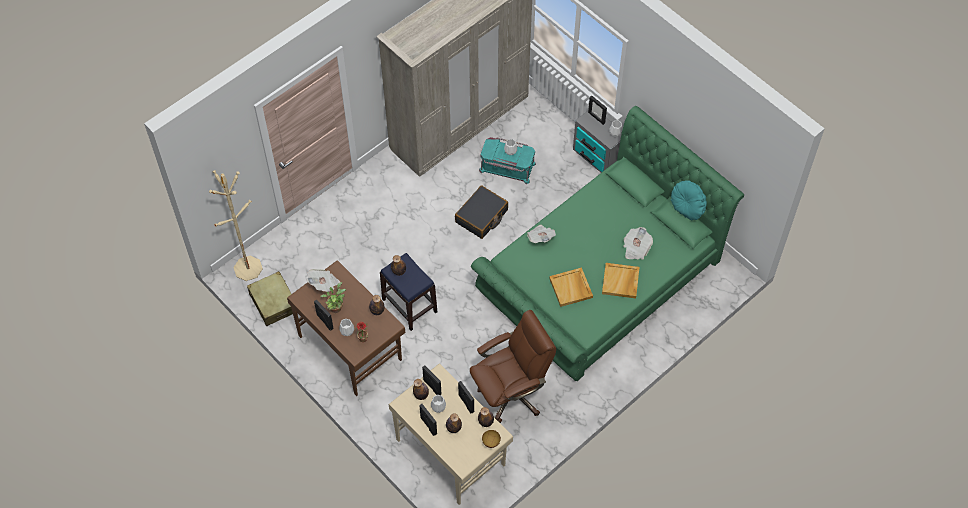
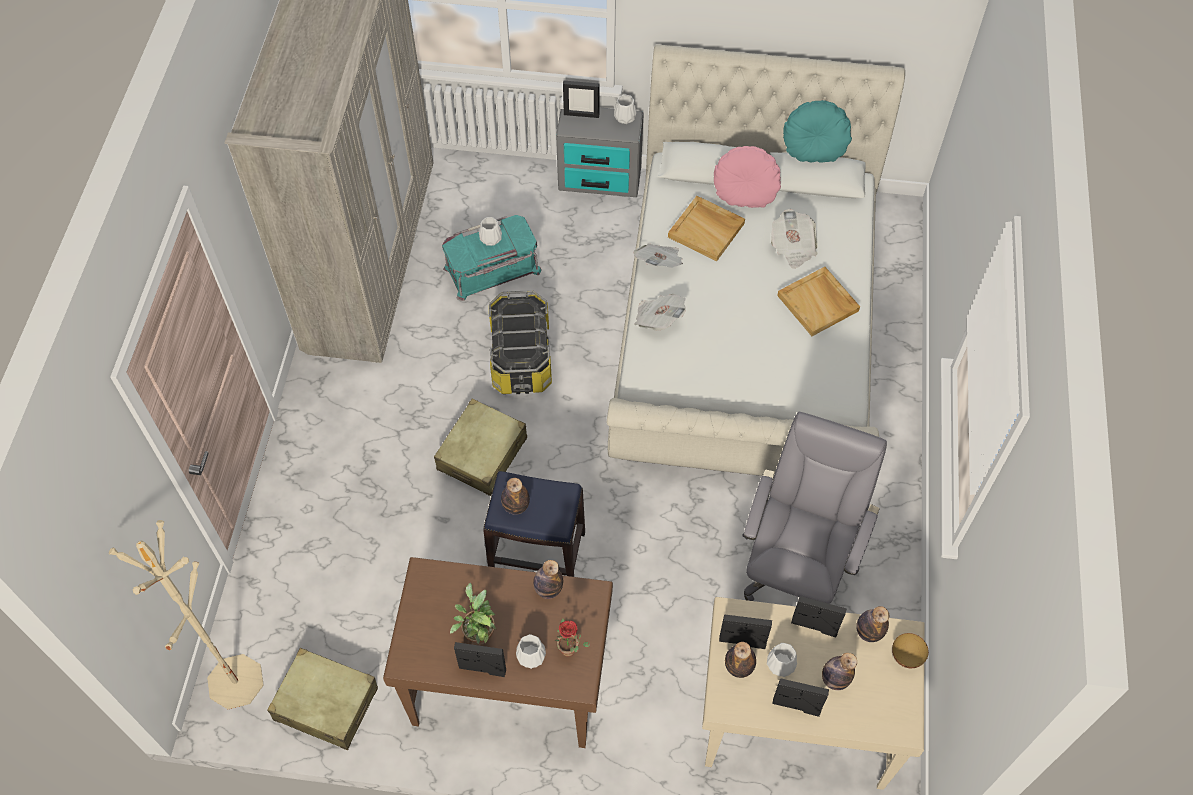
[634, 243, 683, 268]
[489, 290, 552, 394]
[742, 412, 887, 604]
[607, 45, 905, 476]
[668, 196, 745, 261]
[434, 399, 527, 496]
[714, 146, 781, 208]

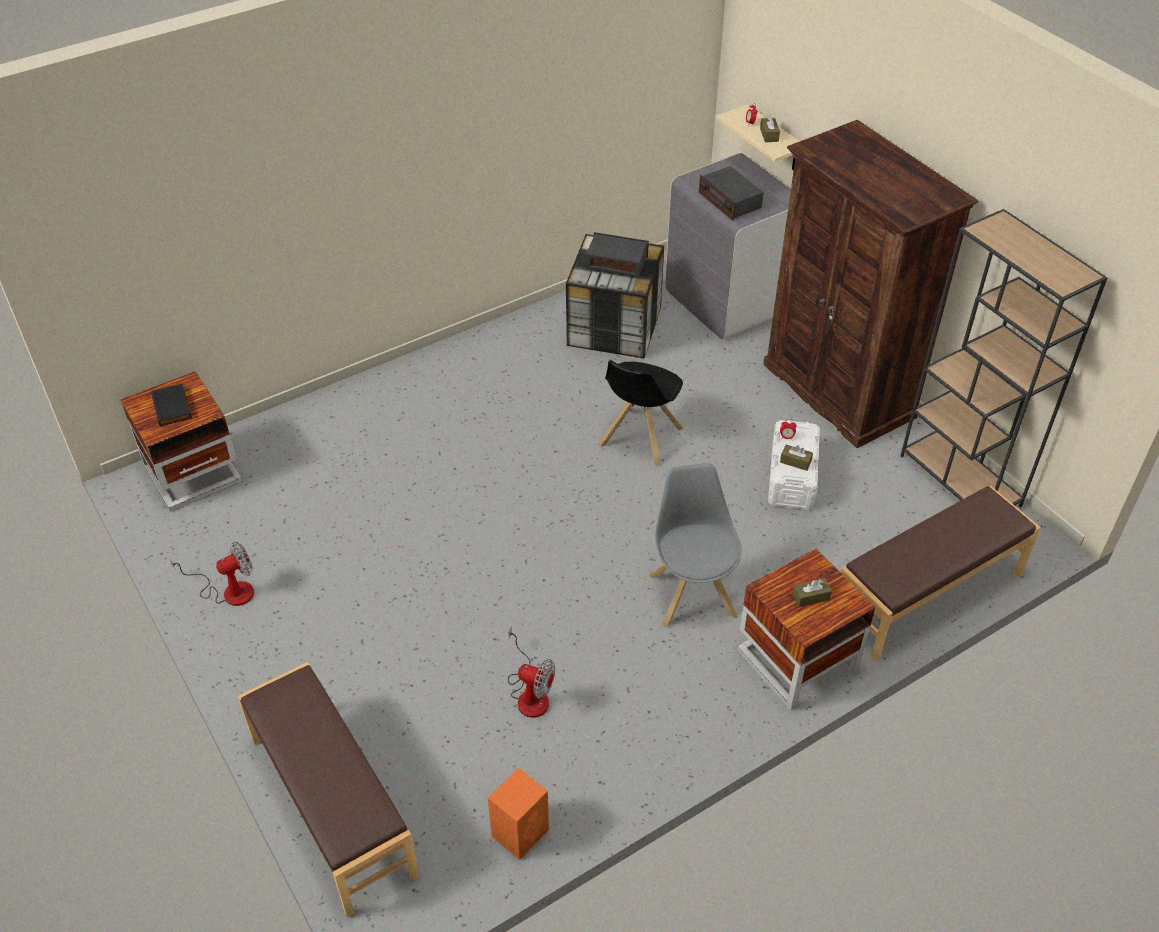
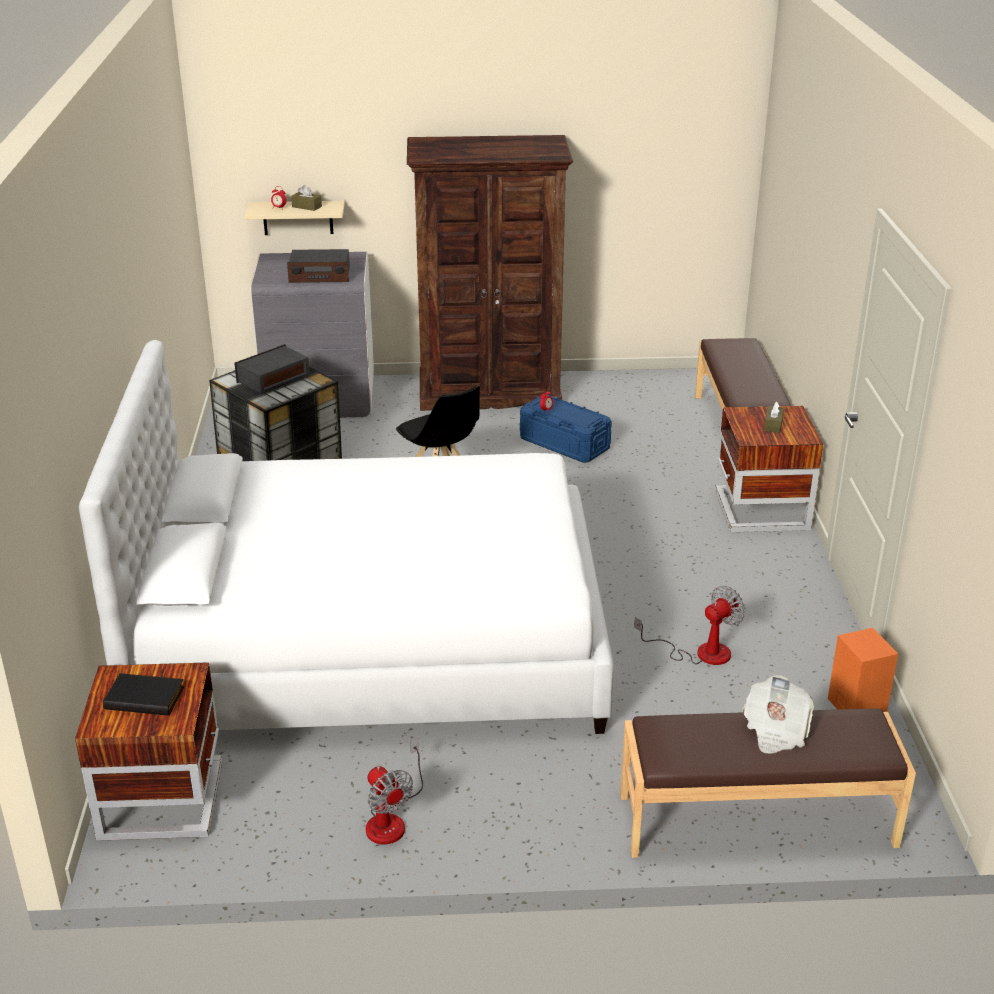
[366, 738, 423, 844]
[649, 463, 742, 628] (first image)
[520, 395, 612, 463]
[780, 444, 813, 471] (first image)
[900, 209, 1107, 507] (first image)
[79, 340, 614, 734]
[743, 675, 814, 754]

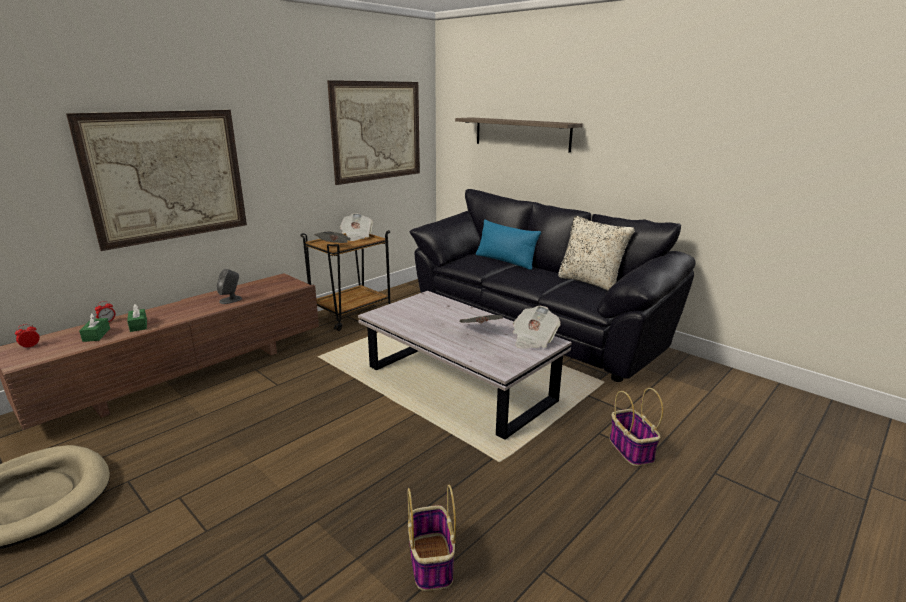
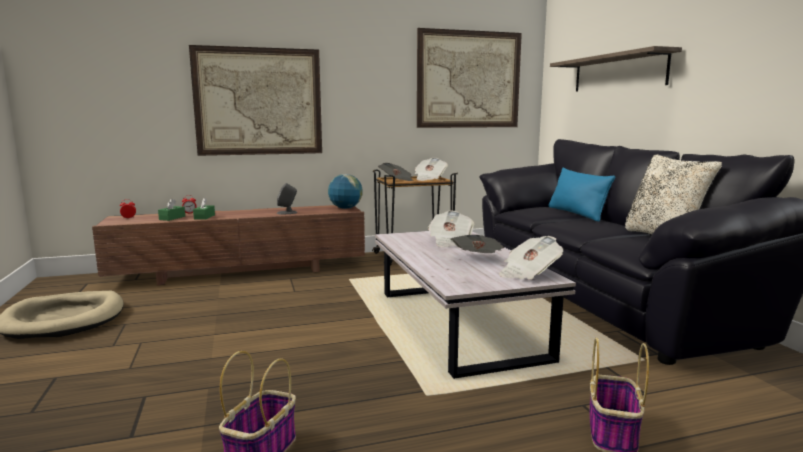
[328, 174, 363, 209]
[428, 211, 474, 247]

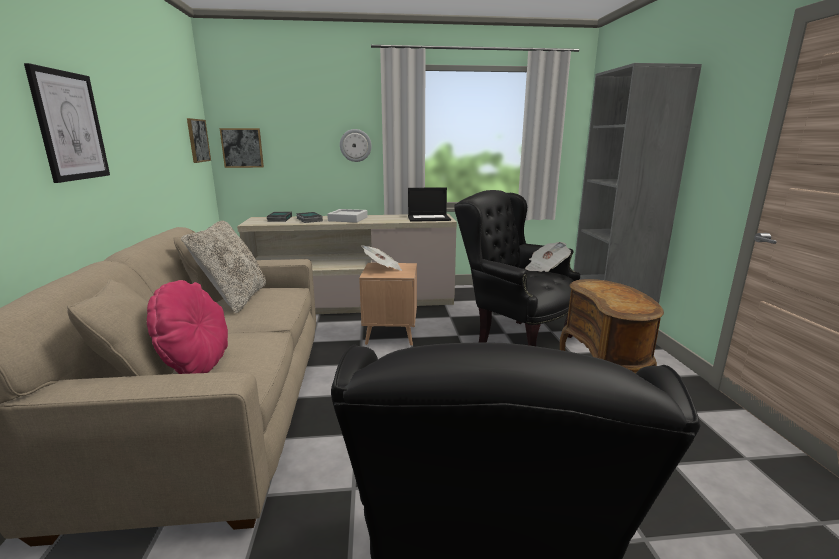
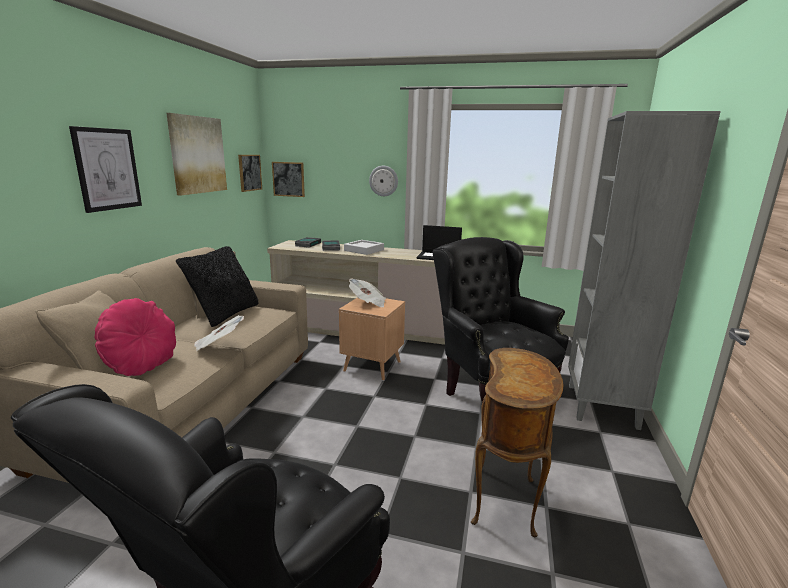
[176, 246, 258, 327]
[194, 315, 244, 351]
[166, 113, 227, 195]

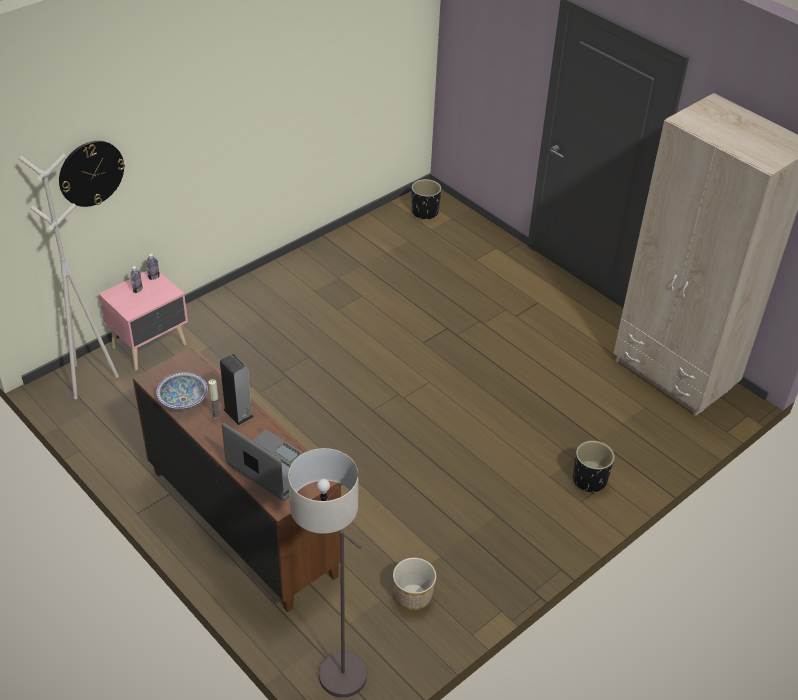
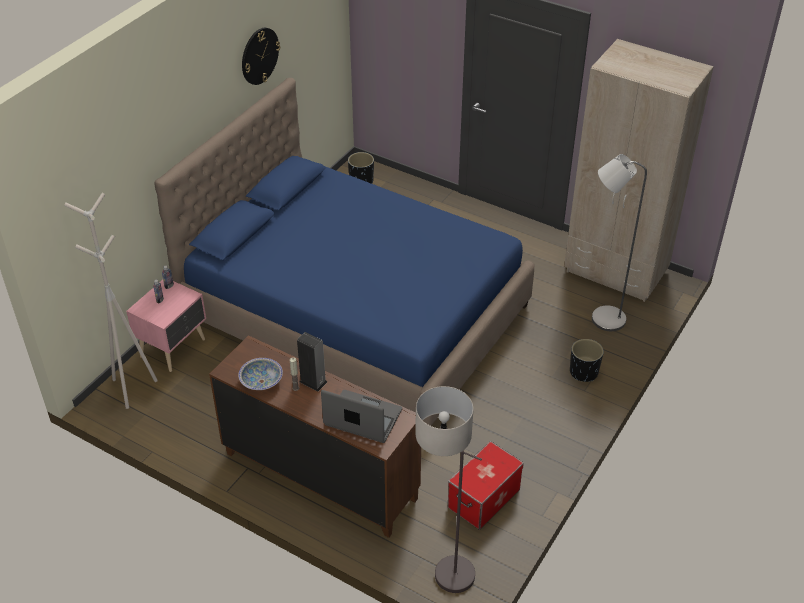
[242, 28, 280, 85]
[448, 441, 524, 530]
[155, 78, 534, 426]
[592, 154, 647, 331]

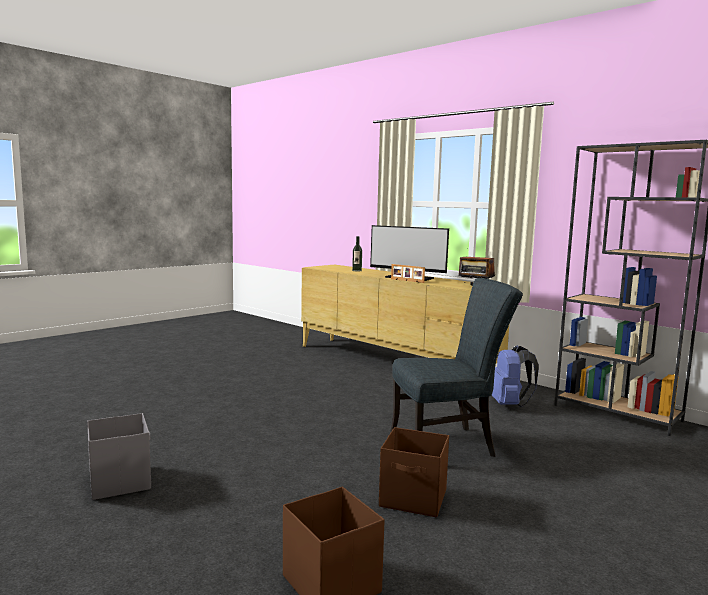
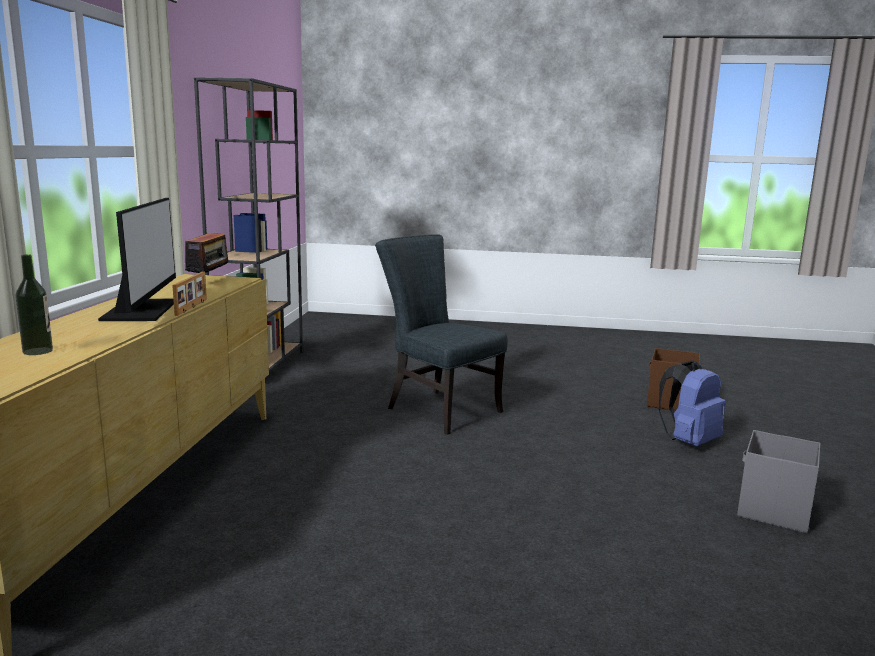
[379, 427, 449, 517] (first image)
[659, 360, 726, 447]

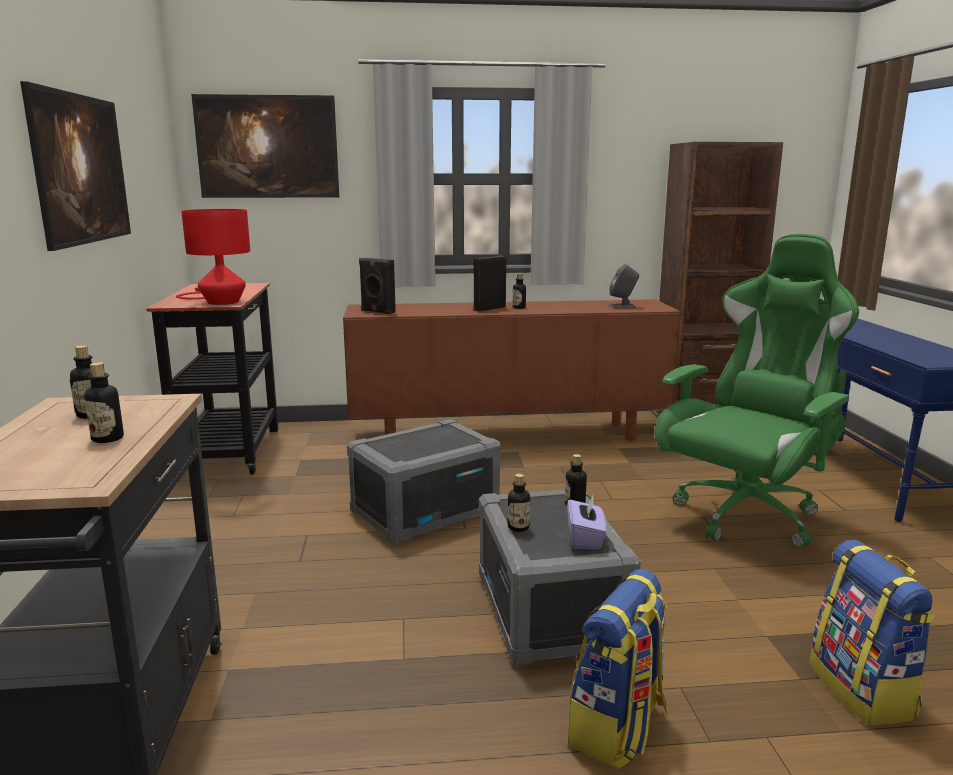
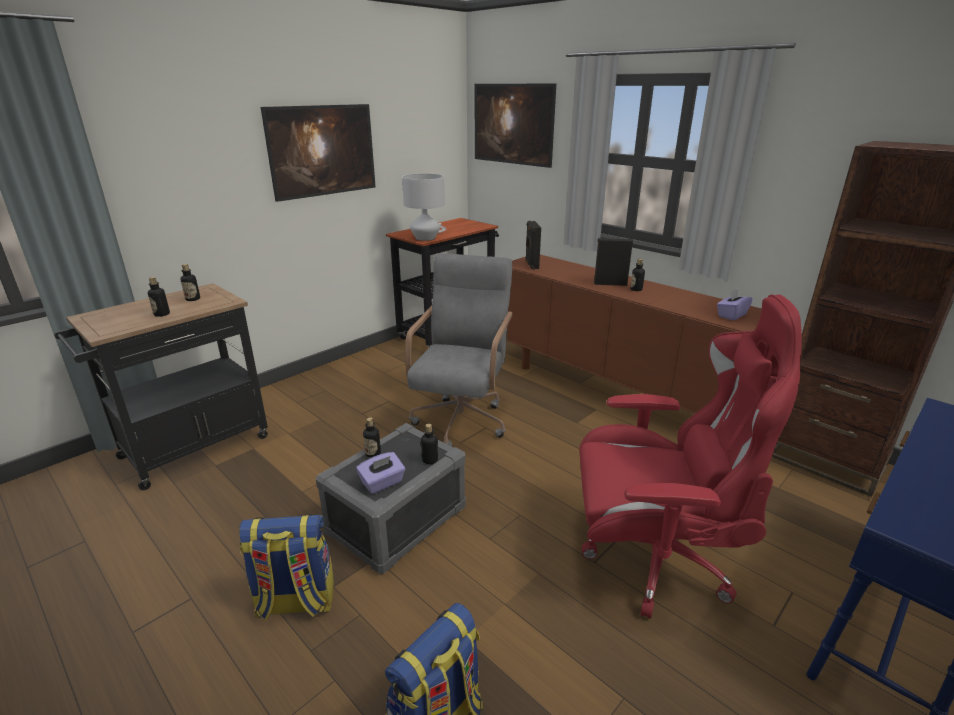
[402, 173, 446, 241]
[405, 253, 513, 447]
[717, 288, 753, 321]
[579, 295, 802, 618]

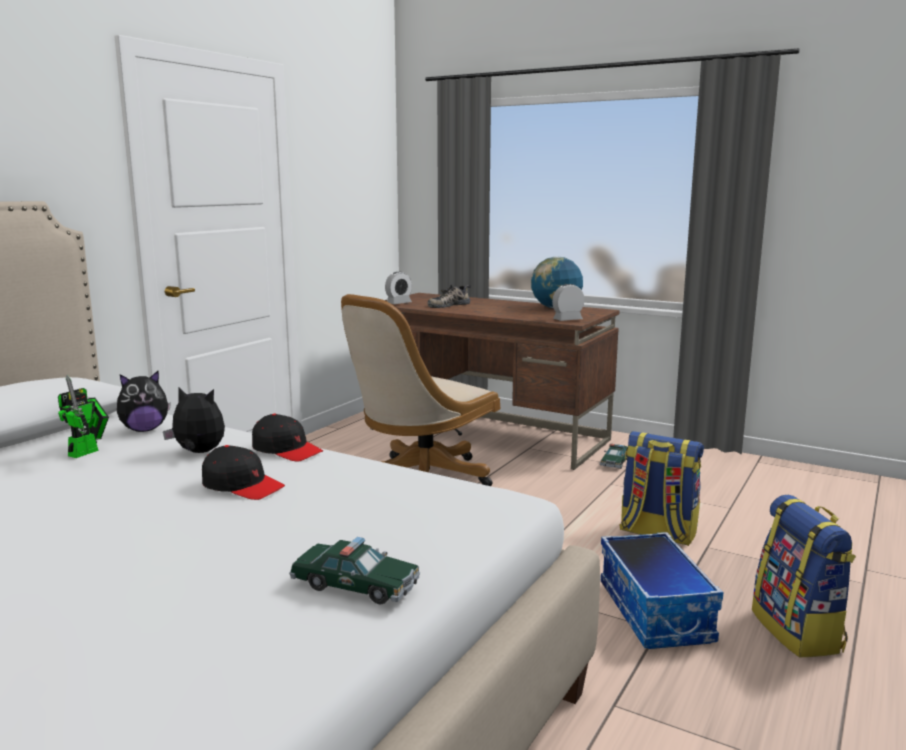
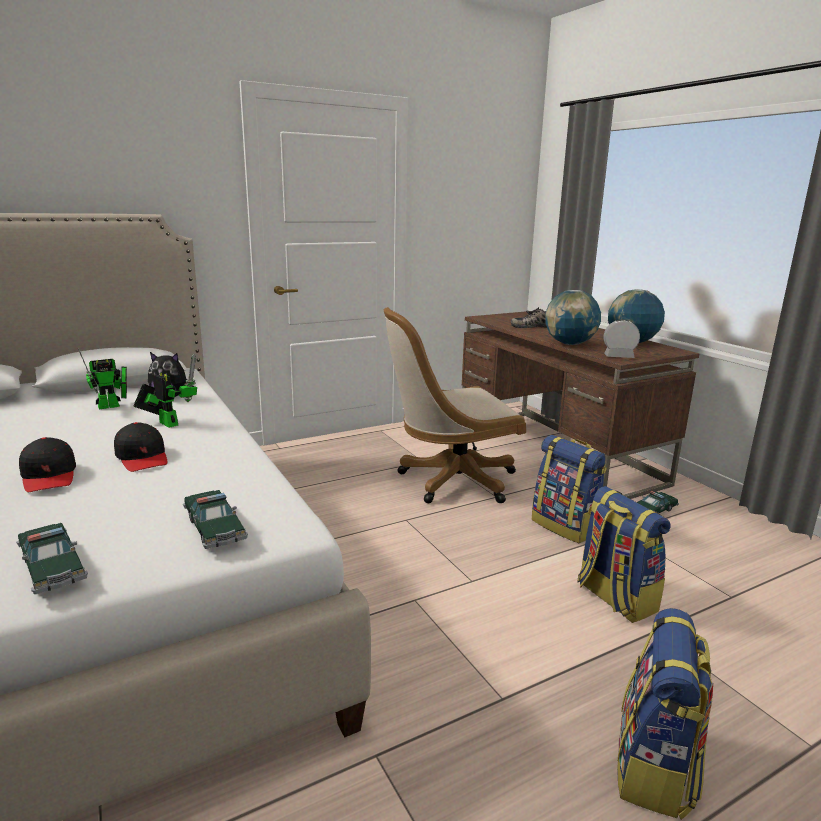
[133, 354, 197, 428]
[19, 437, 76, 492]
[385, 272, 412, 304] (first image)
[601, 532, 724, 649] (first image)
[183, 490, 248, 549]
[532, 435, 607, 543]
[545, 290, 601, 345]

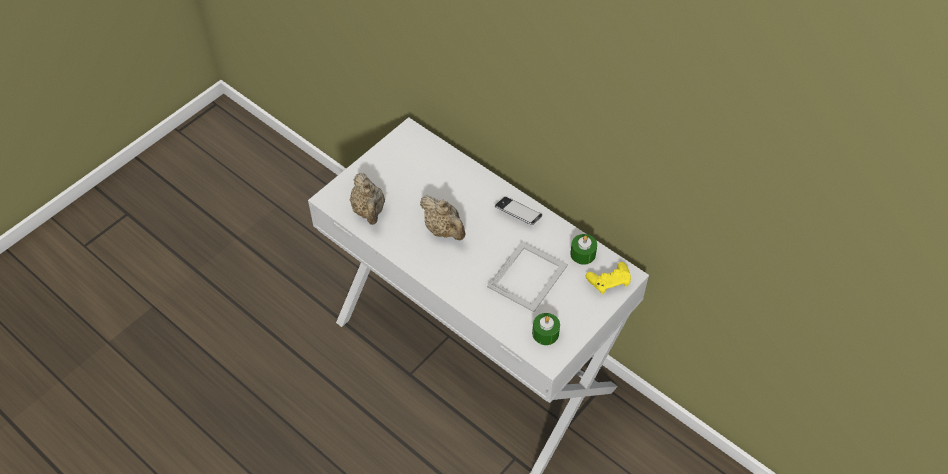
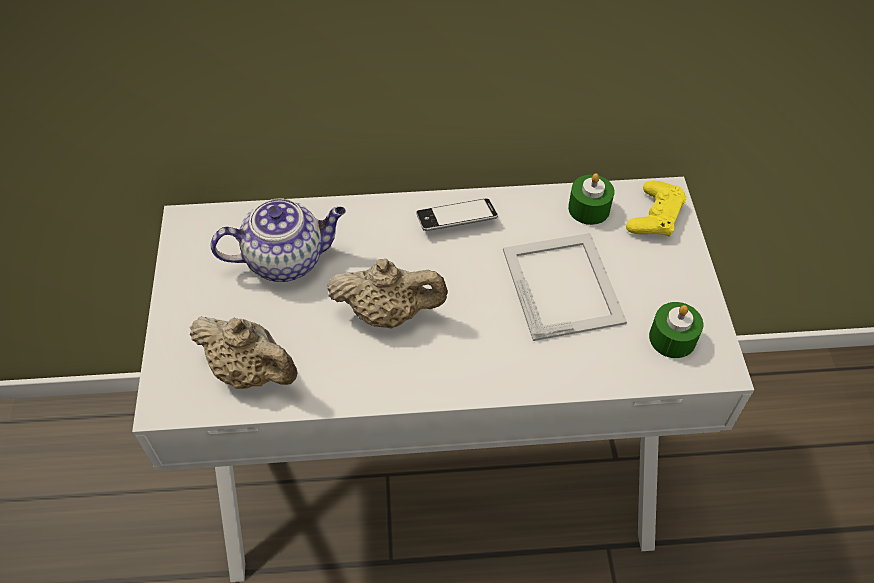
[210, 198, 346, 282]

